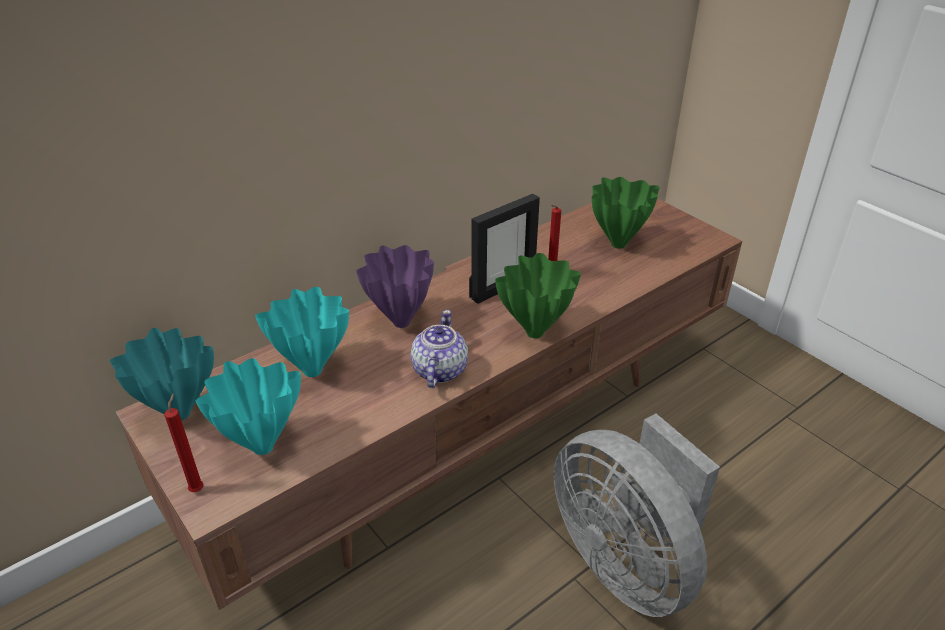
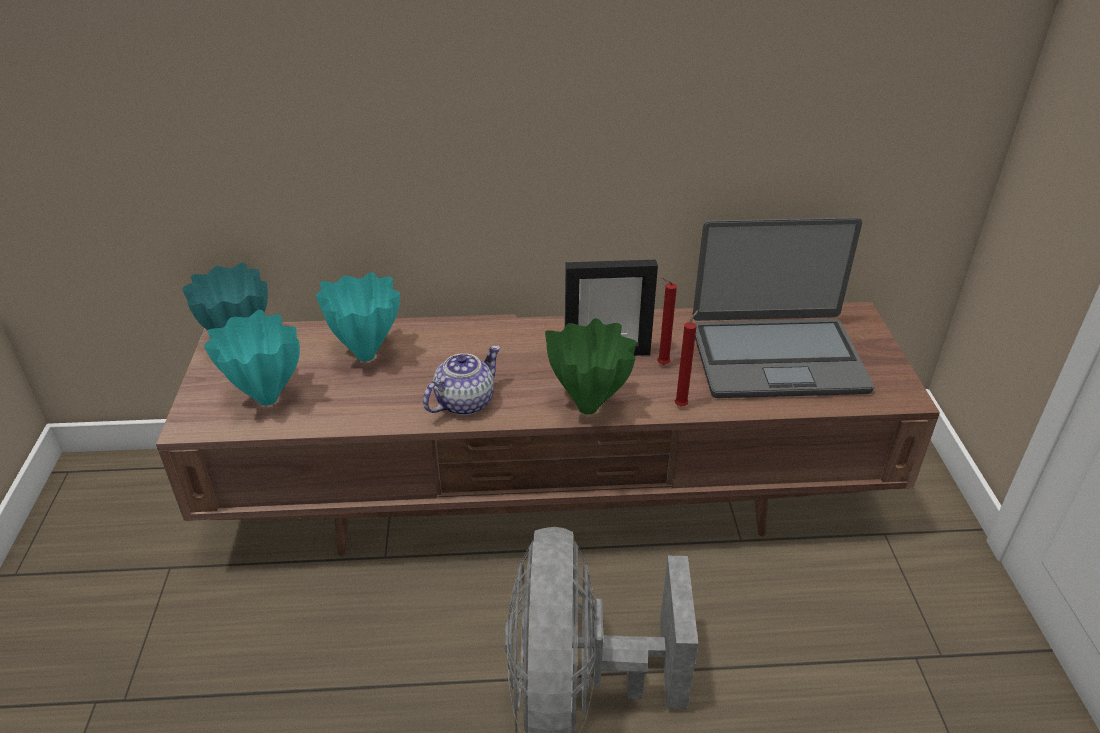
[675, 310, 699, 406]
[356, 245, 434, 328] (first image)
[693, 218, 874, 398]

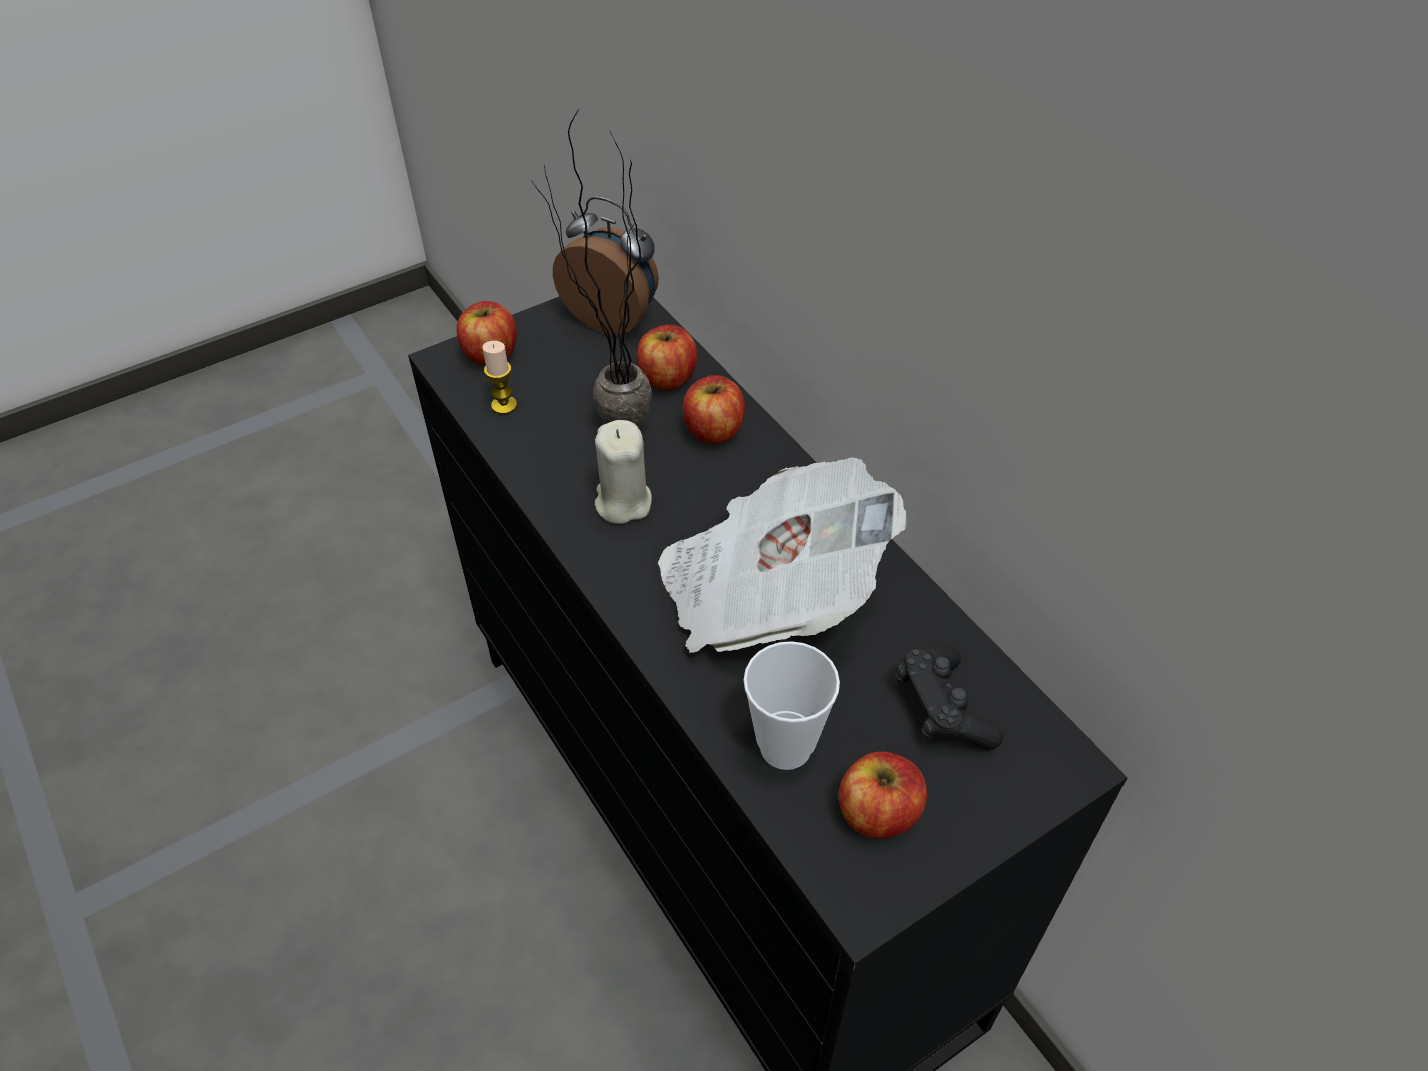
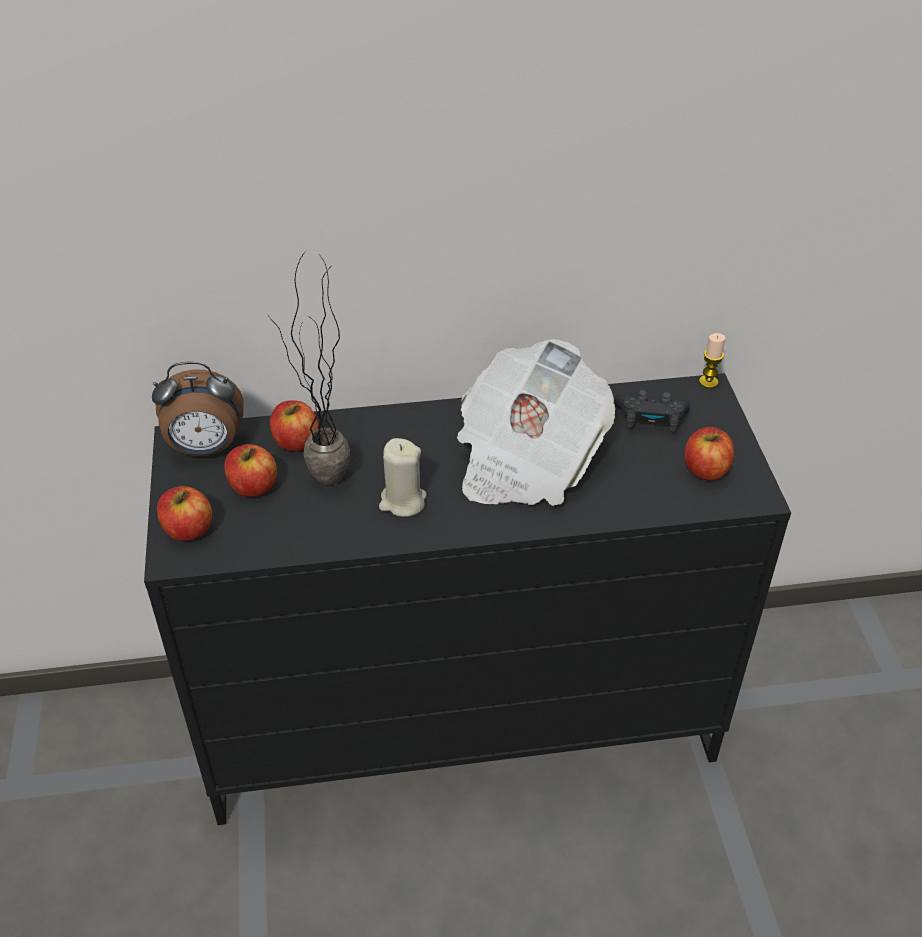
[699, 333, 725, 389]
[152, 362, 244, 456]
[224, 444, 277, 497]
[744, 641, 840, 770] (first image)

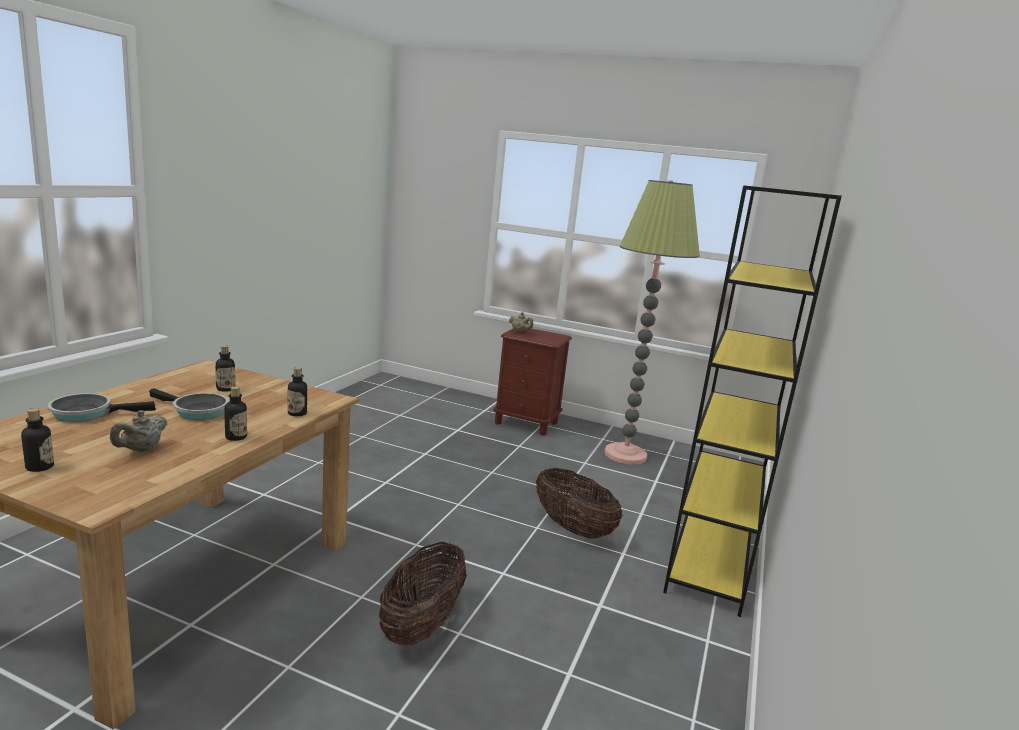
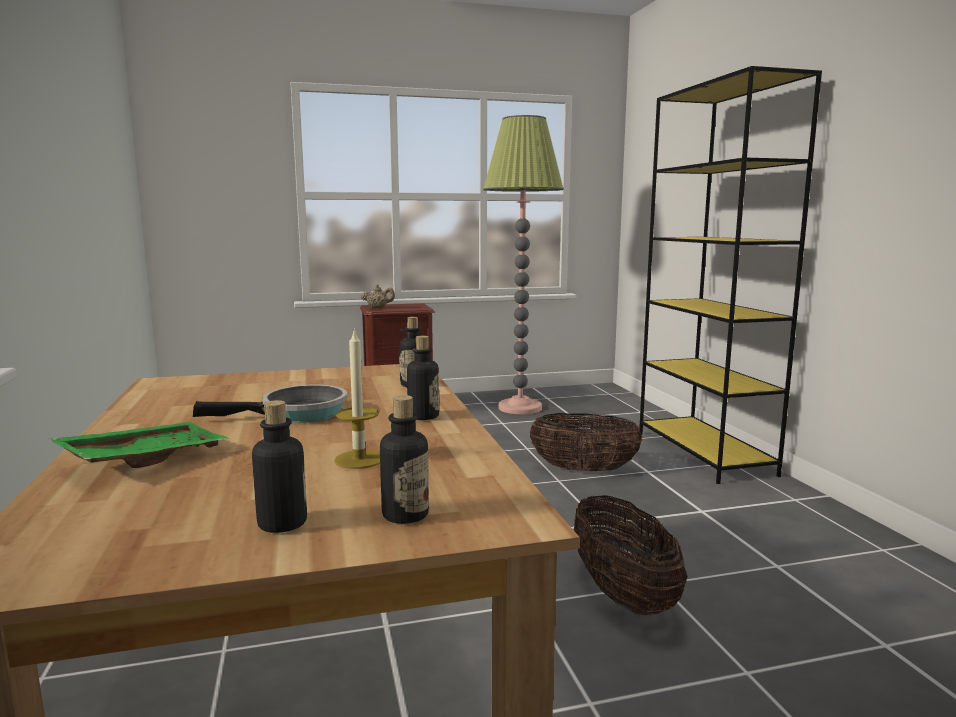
[49, 422, 230, 468]
[334, 328, 380, 469]
[380, 395, 429, 524]

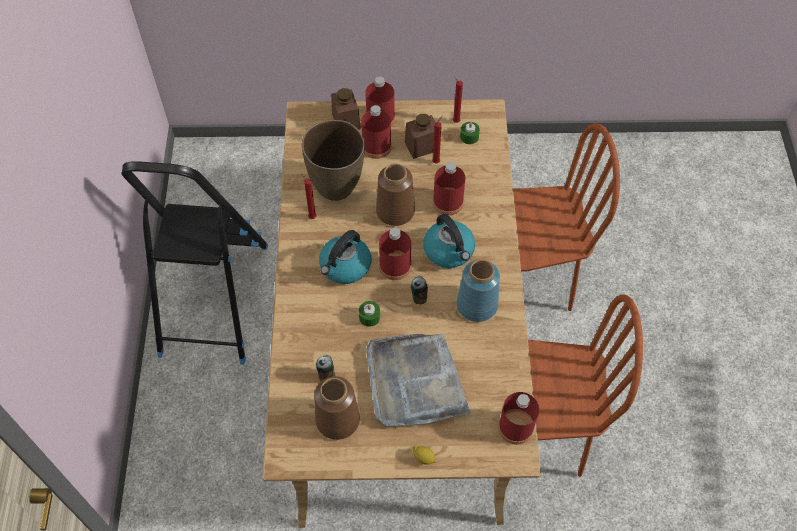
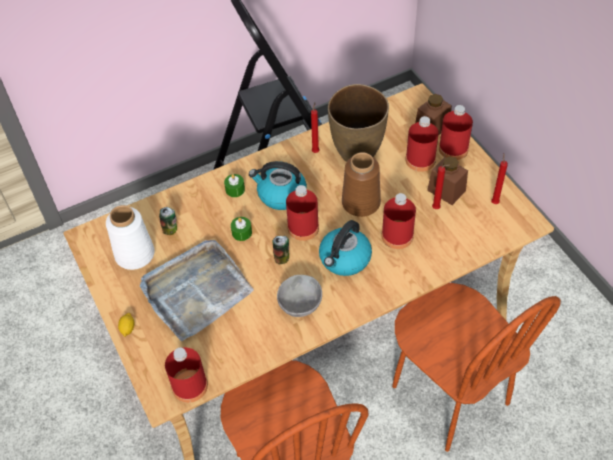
[106, 205, 155, 270]
[277, 275, 322, 317]
[224, 174, 245, 197]

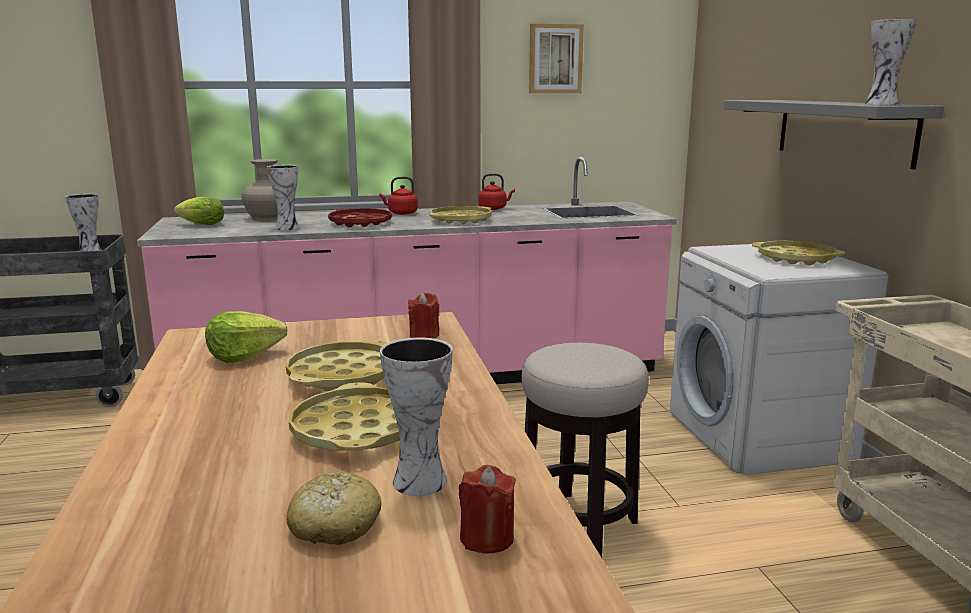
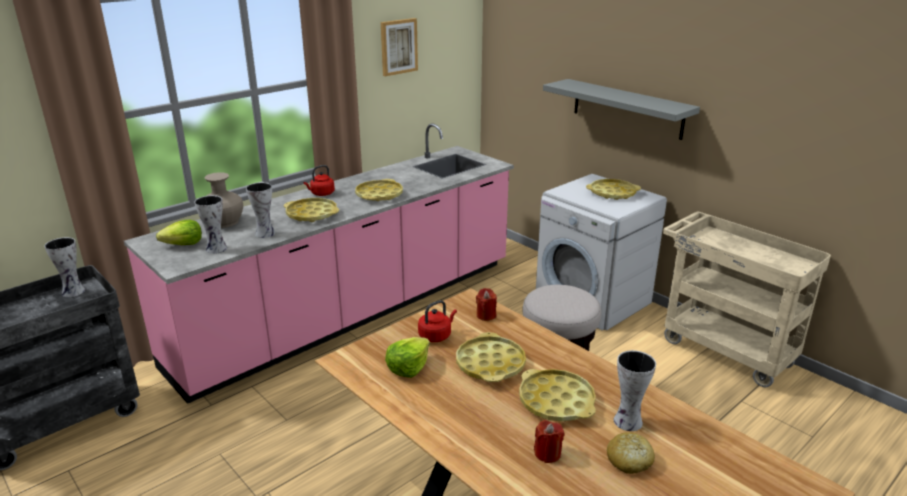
[284, 198, 339, 222]
[534, 420, 564, 463]
[418, 300, 457, 342]
[194, 195, 227, 254]

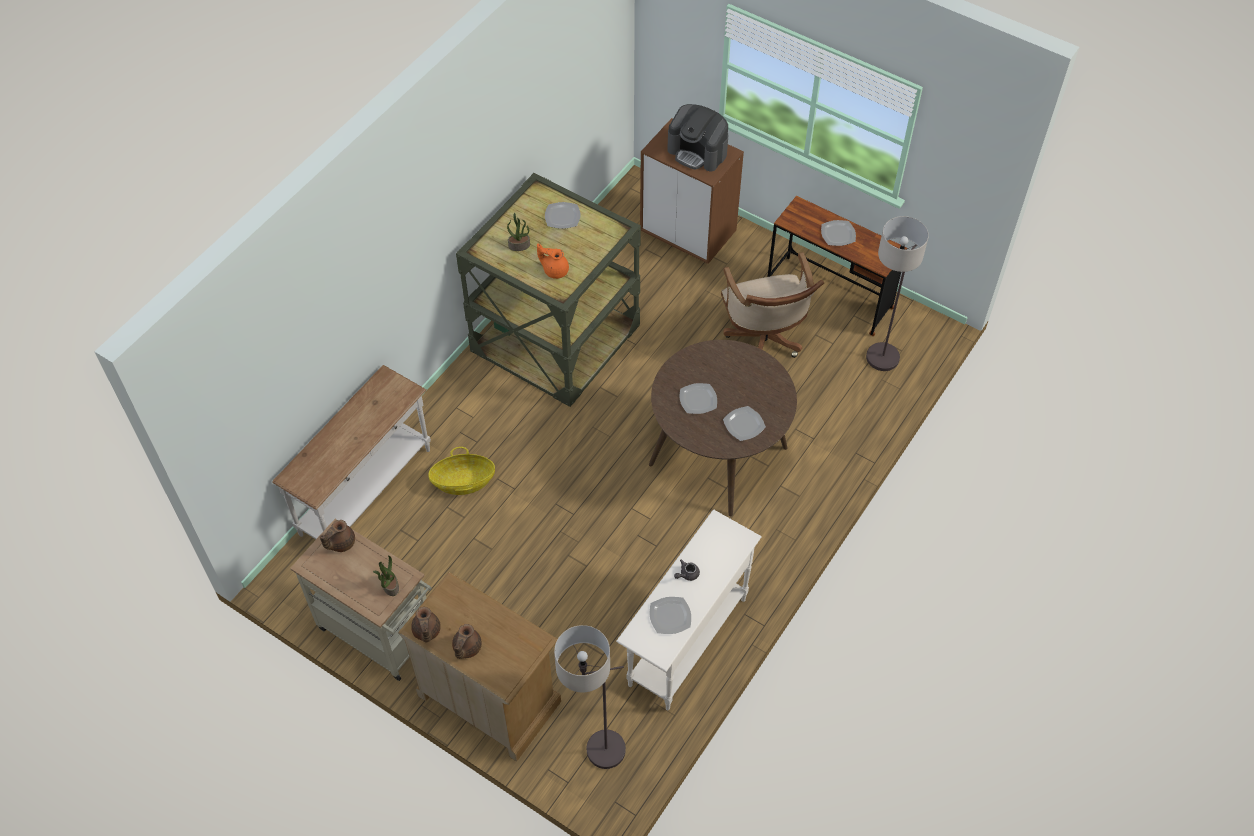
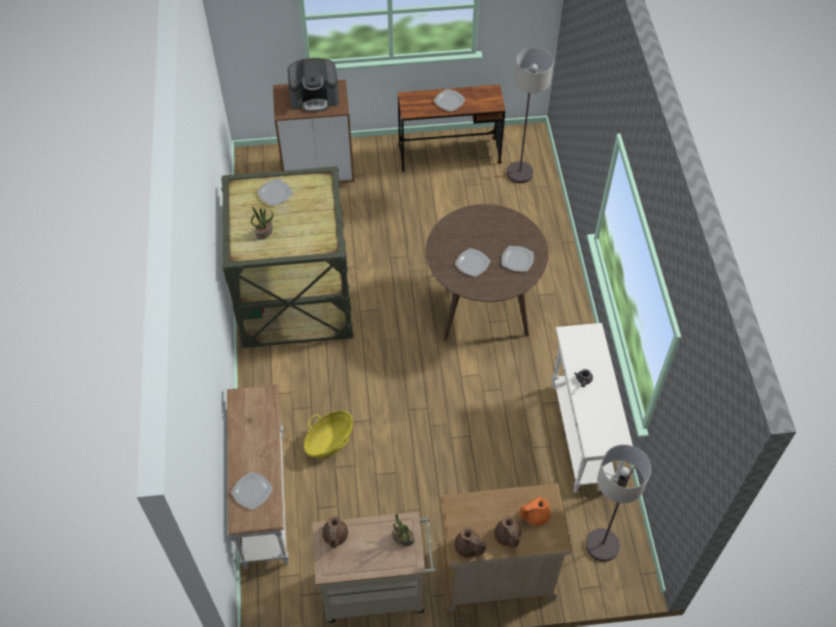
[520, 497, 551, 526]
[231, 471, 273, 510]
[721, 252, 824, 358] (first image)

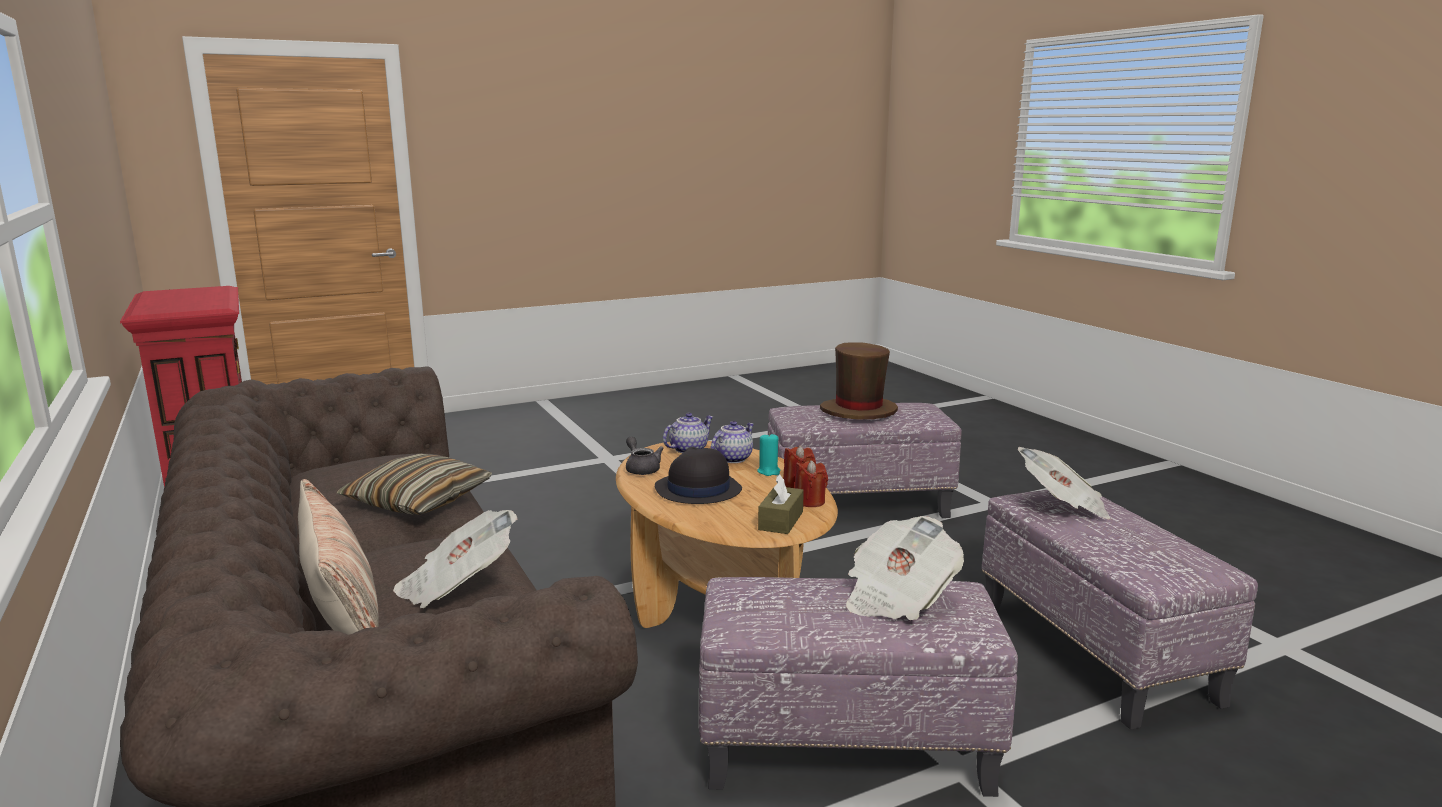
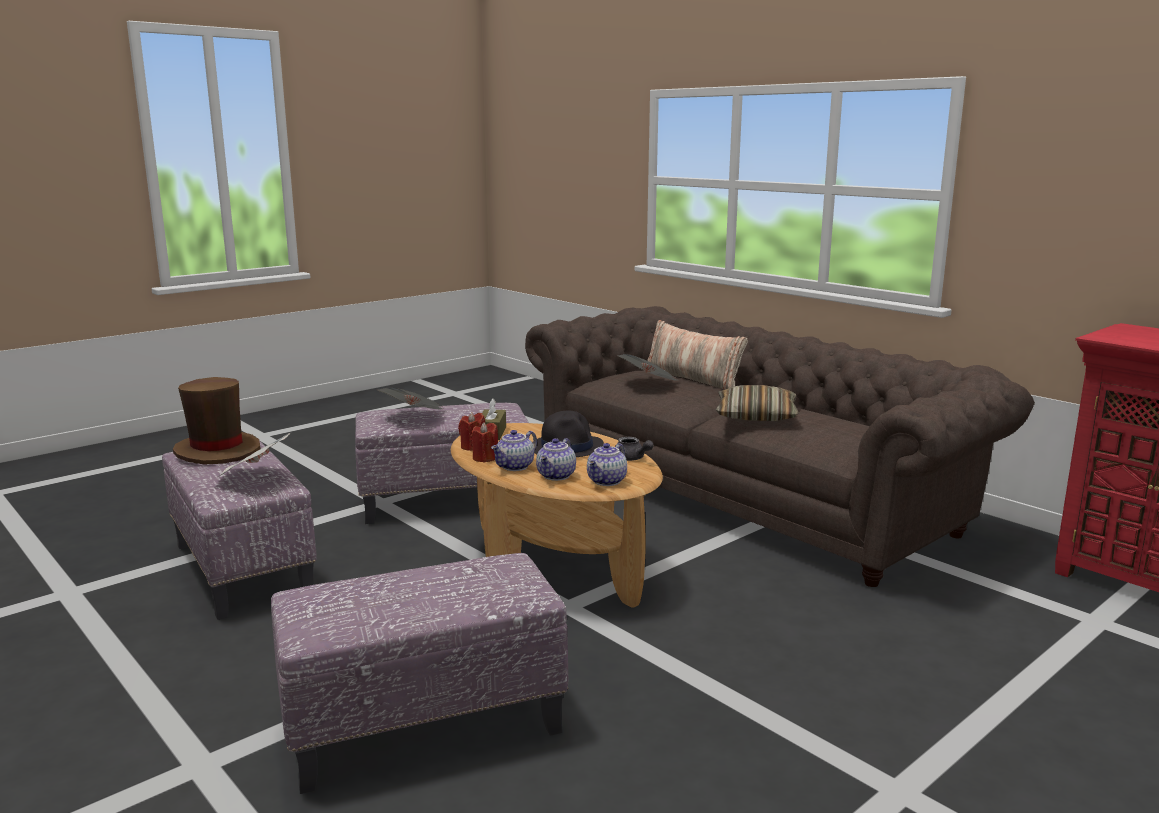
[491, 430, 537, 471]
[173, 377, 261, 465]

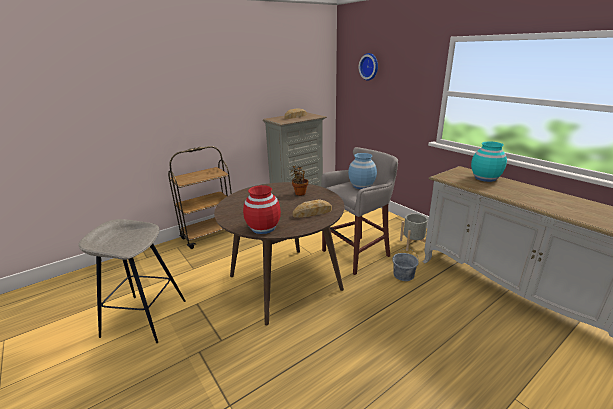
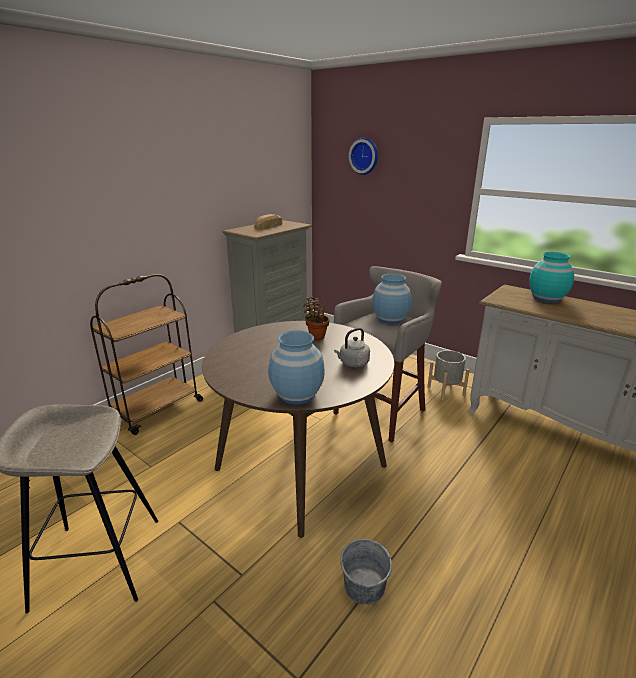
[268, 330, 325, 404]
[334, 328, 370, 367]
[341, 539, 392, 605]

